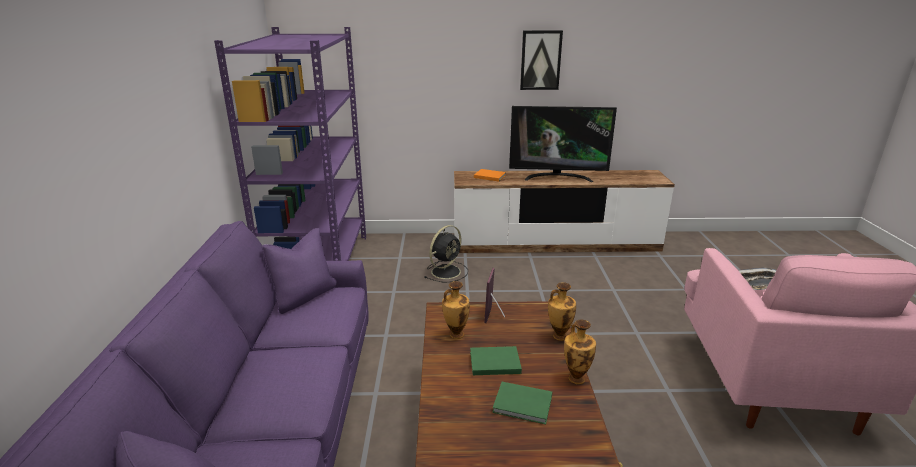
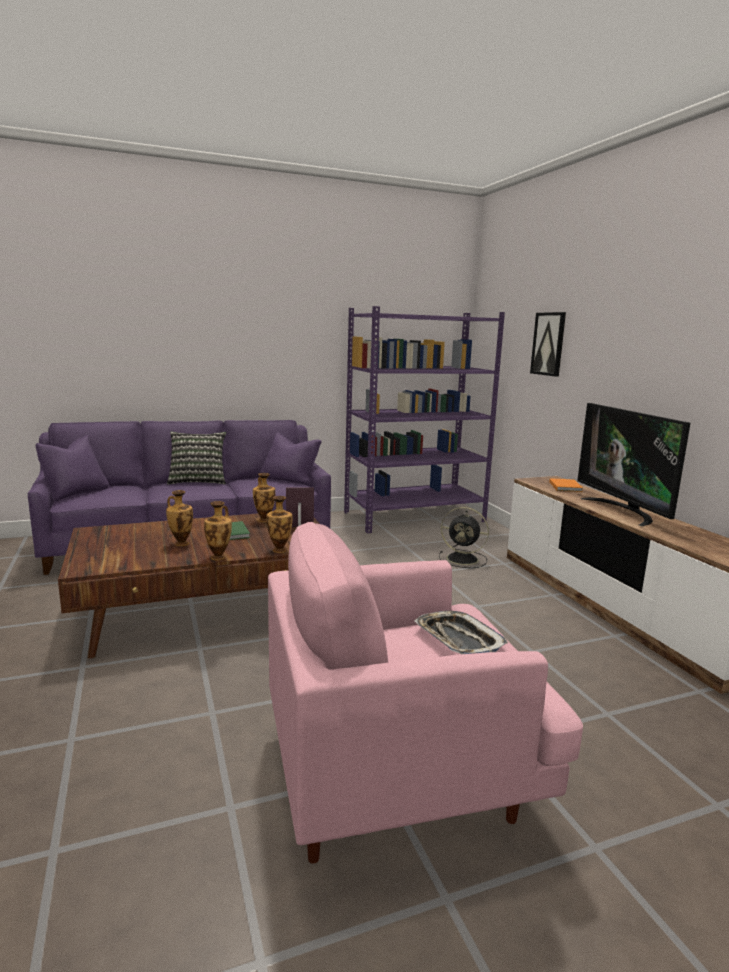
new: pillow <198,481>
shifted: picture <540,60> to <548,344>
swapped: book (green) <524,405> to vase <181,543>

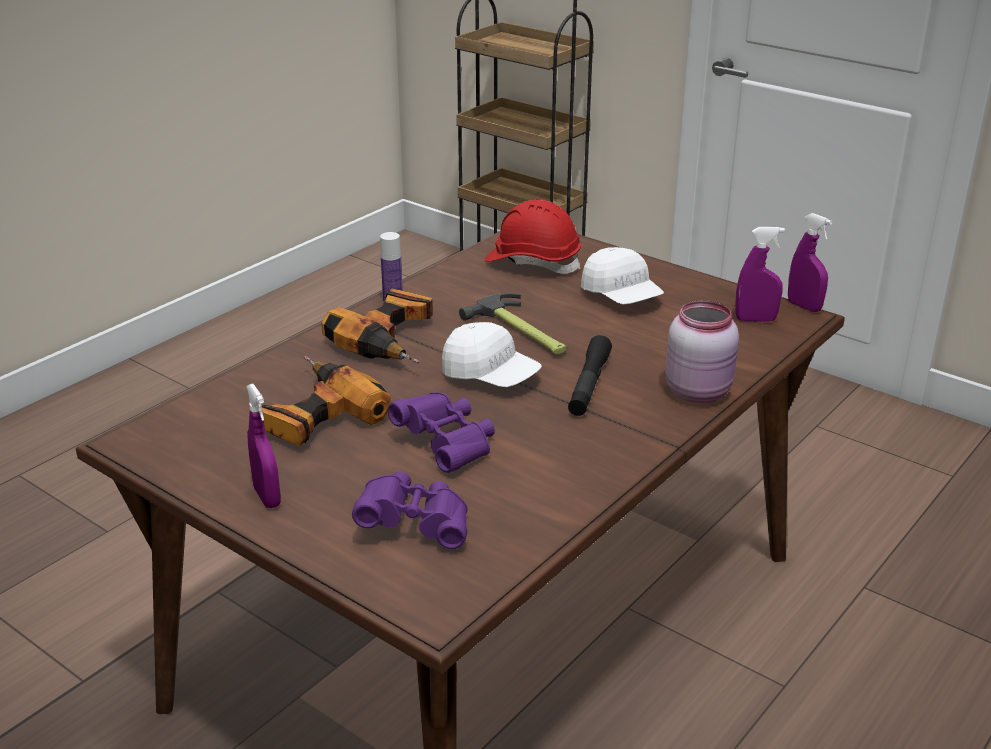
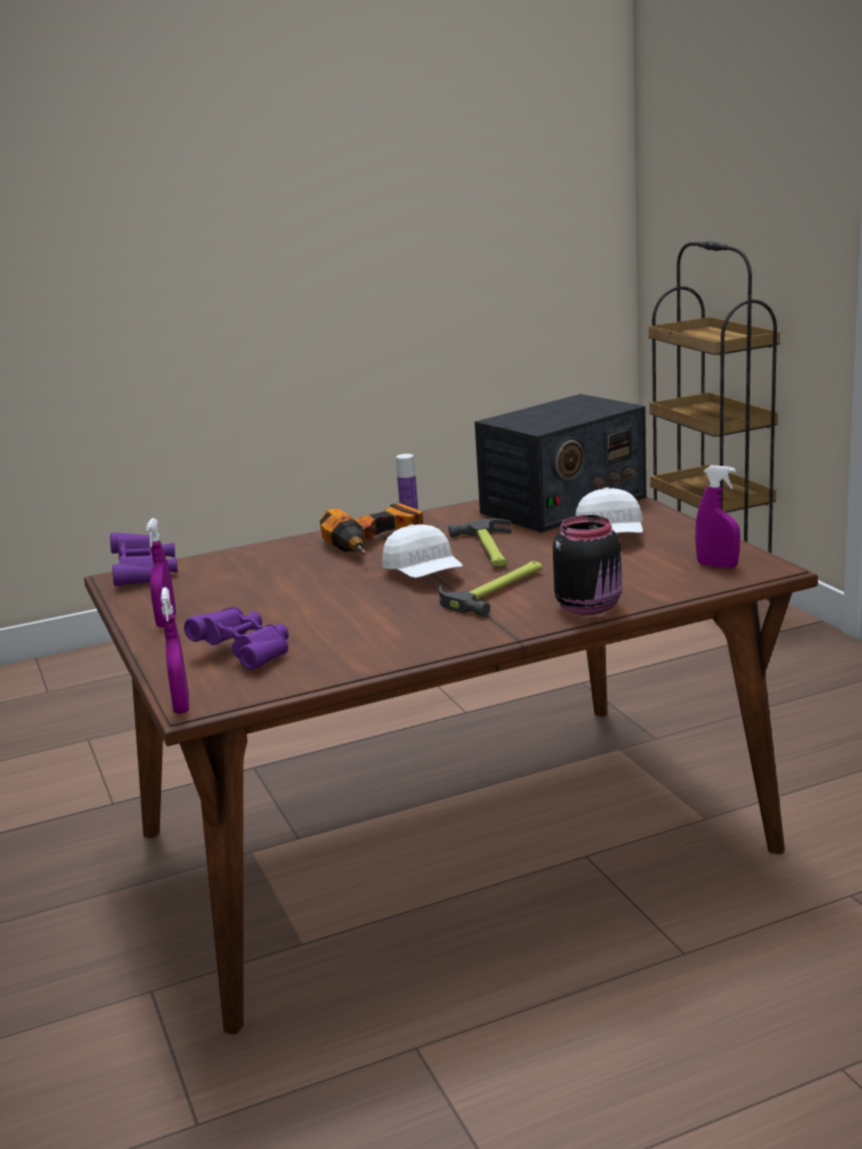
gone: power drill <315,416>
shifted: binoculars (purple) <447,445> to <144,574>; spray bottle (purple) <804,306> to <181,705>
swapped: flashlight (black) <589,385> to hammer <497,590>; hard hat (red) <533,262> to radio <562,505>
repainted: jar (pink) <699,391> to jar (black) <590,607>

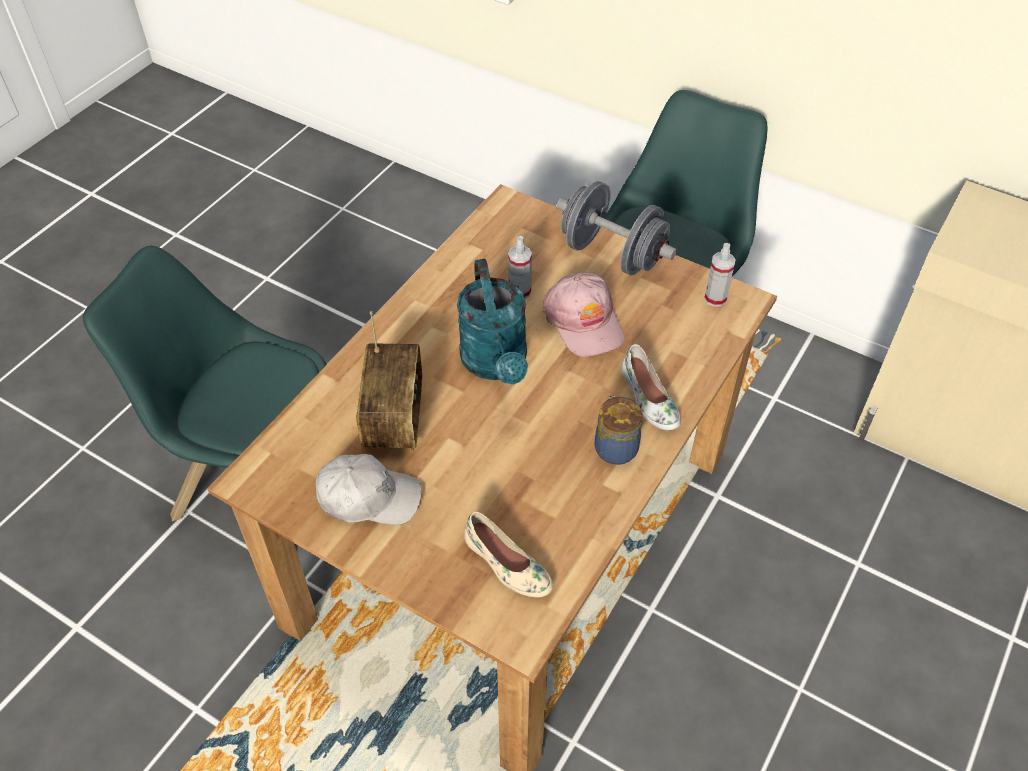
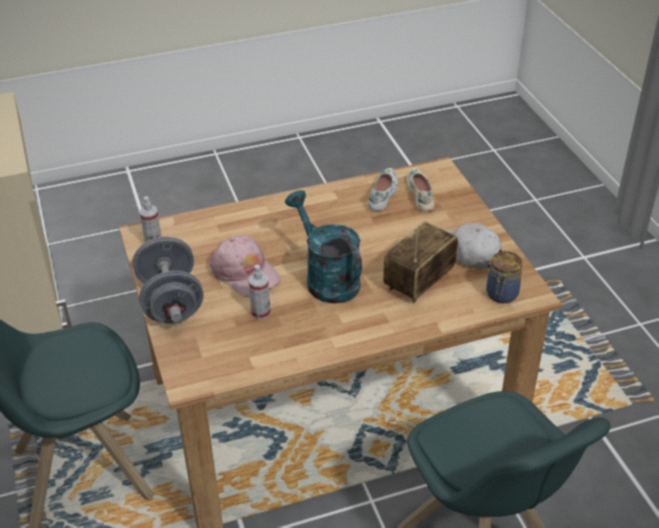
shifted: shoe (white) <648,398> to <383,194>; jar <615,447> to <501,295>
rotated: cap (pink) <584,321> = <245,273> 120 degrees clockwise; watering can (turquoise) <497,364> = <326,278> 60 degrees counterclockwise

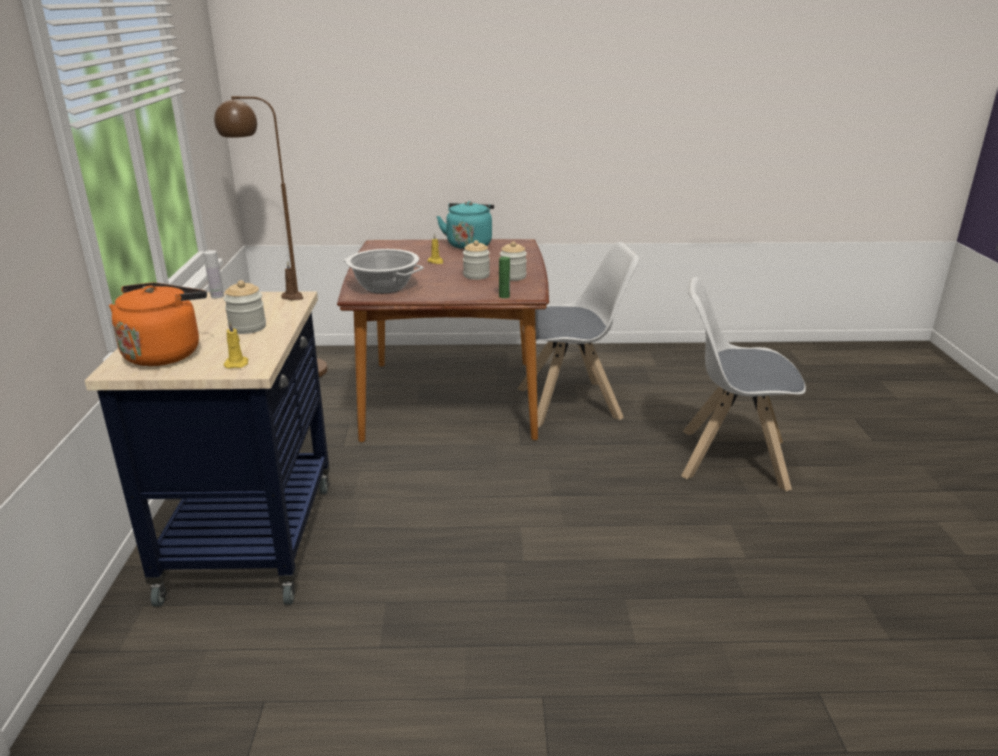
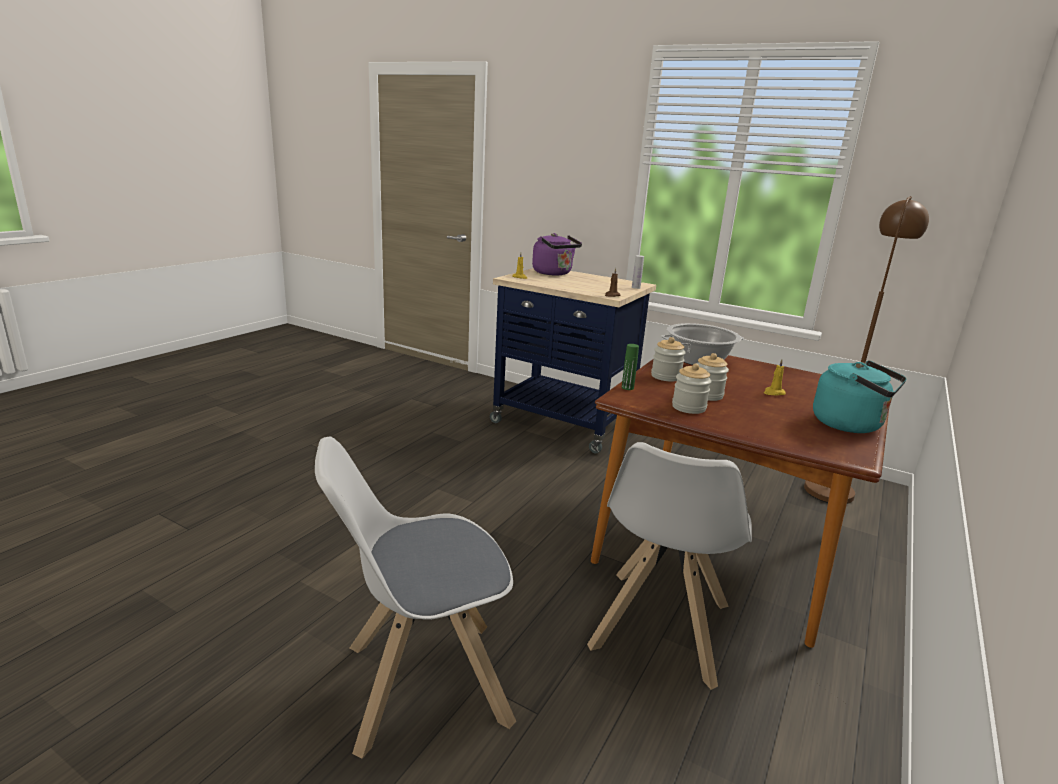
shifted: jar <247,327> to <666,376>
repainted: kettle (orange) <165,353> to kettle (purple) <554,273>
rotated: chair <728,458> = <421,684> 150 degrees counterclockwise

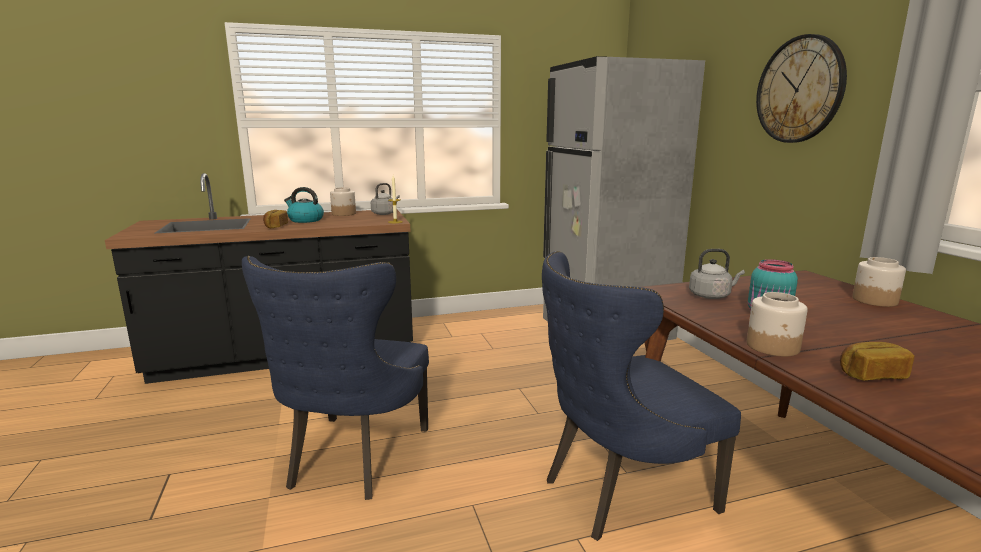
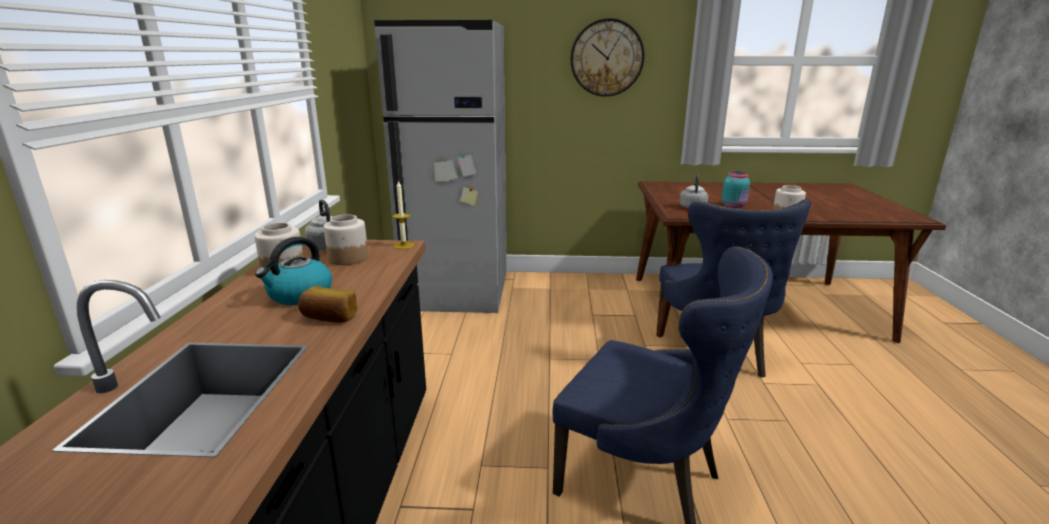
gone: bread <871,375>
shifted: jar <874,300> to <347,258>

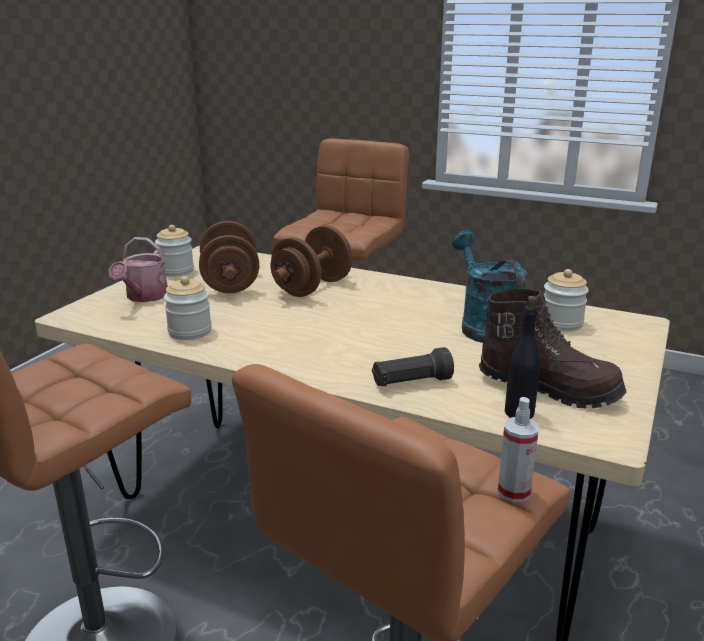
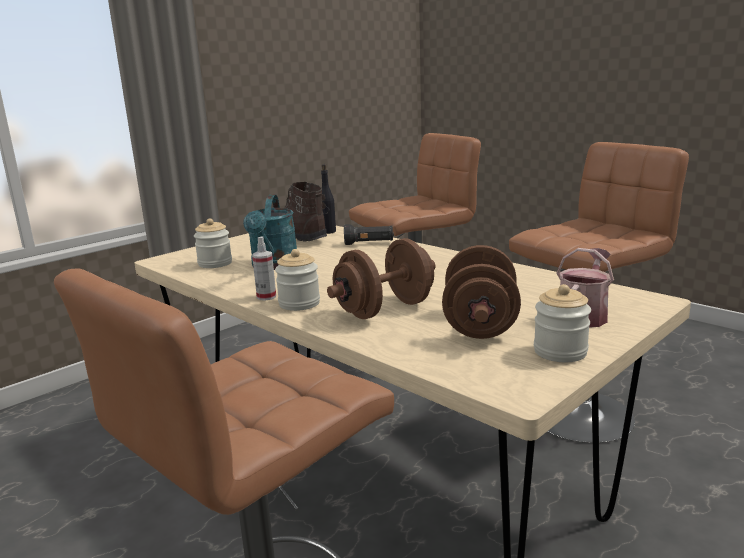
shifted: spray bottle <514,492> to <266,297>; jar <190,331> to <299,303>

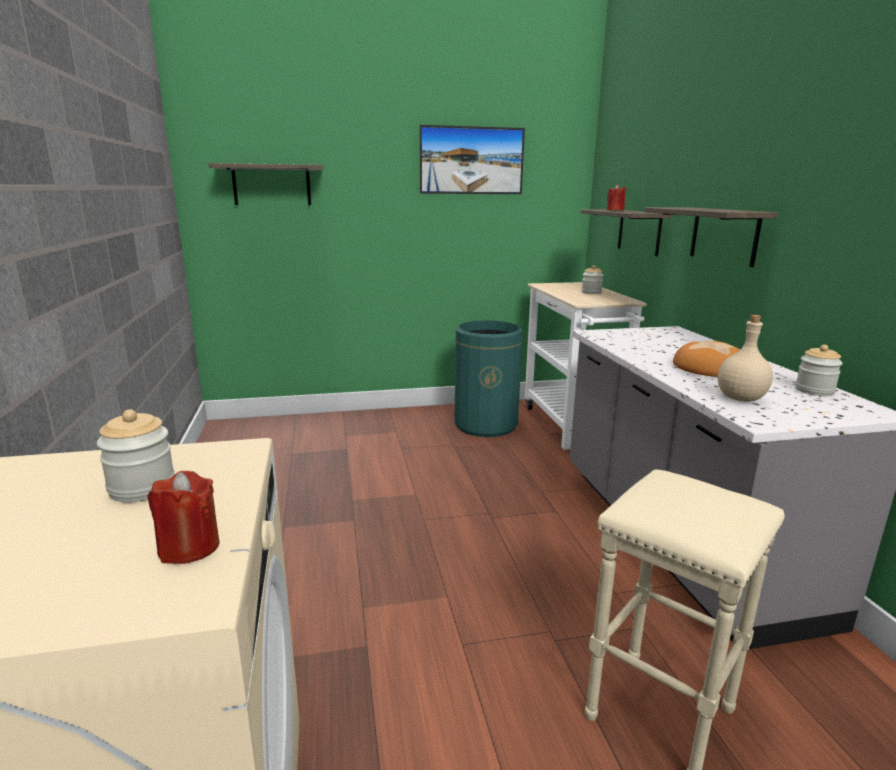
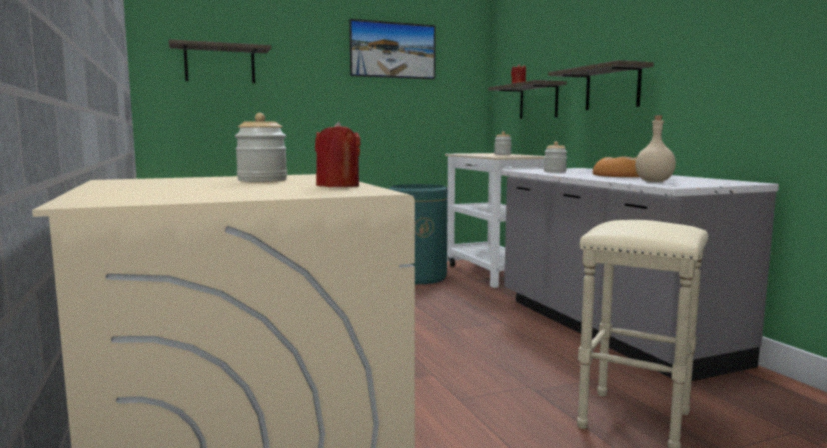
shifted: jar <814,391> to <554,172>

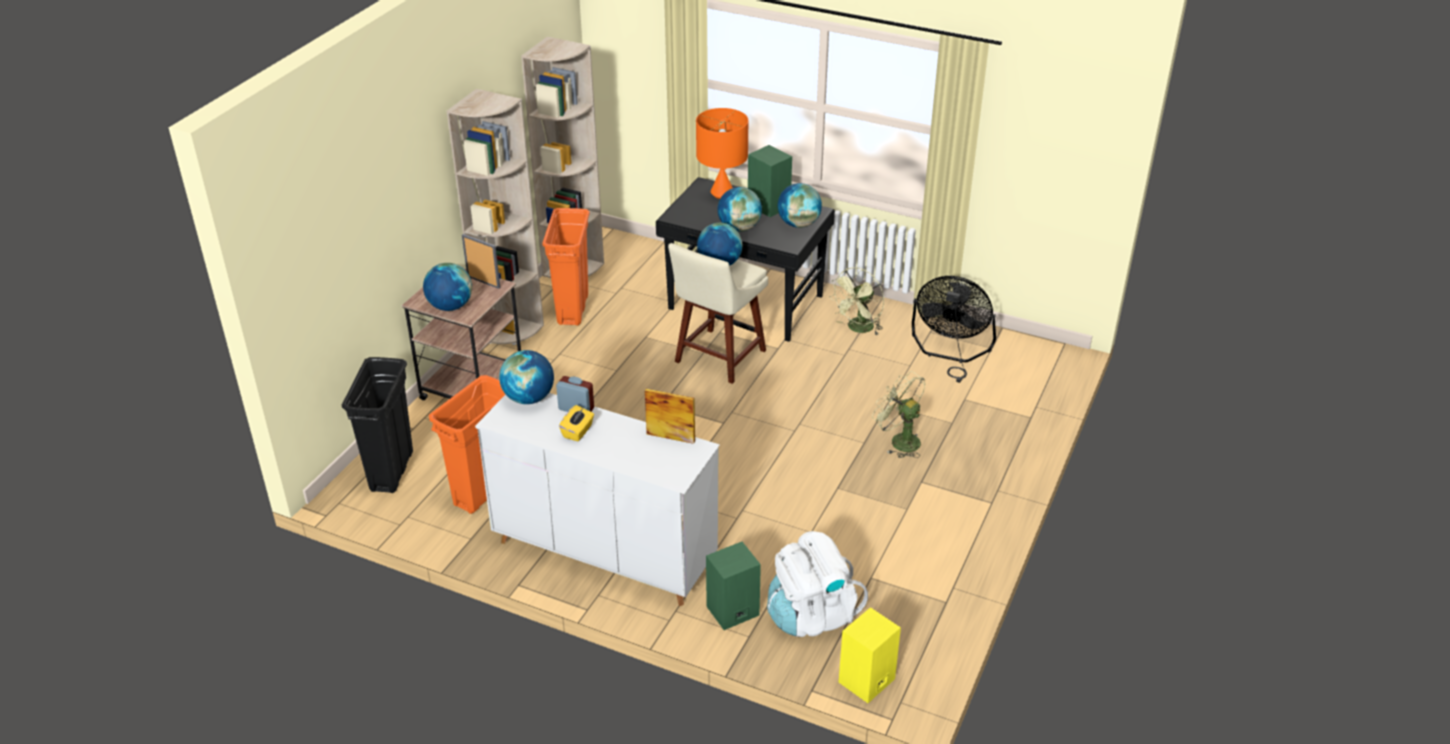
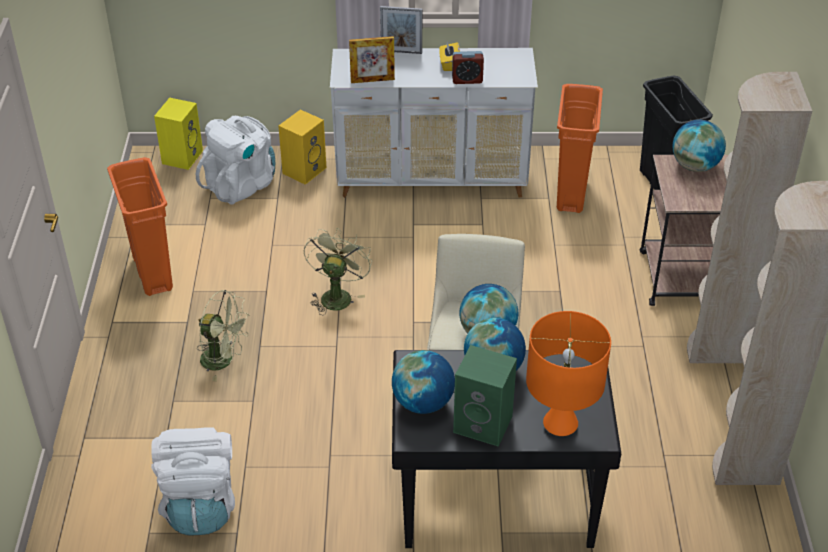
gone: globe <529,398>
shifted: trash can (orange) <573,310> to <152,273>; fan (green) <858,329> to <336,295>; picture frame <483,282> to <401,52>
swapped: fan (black) <950,353> to backpack (white) <200,505>
repainted: speaker (green) <732,612> to speaker (yellow) <304,170>

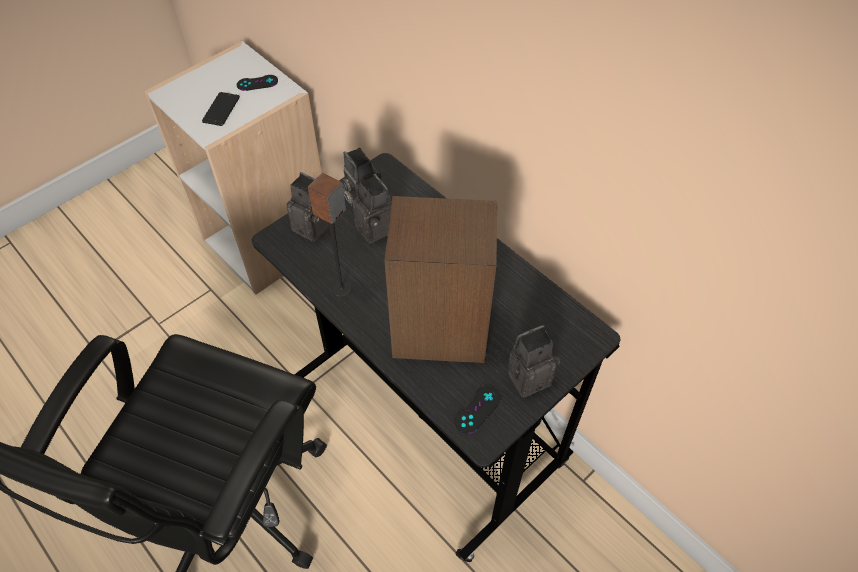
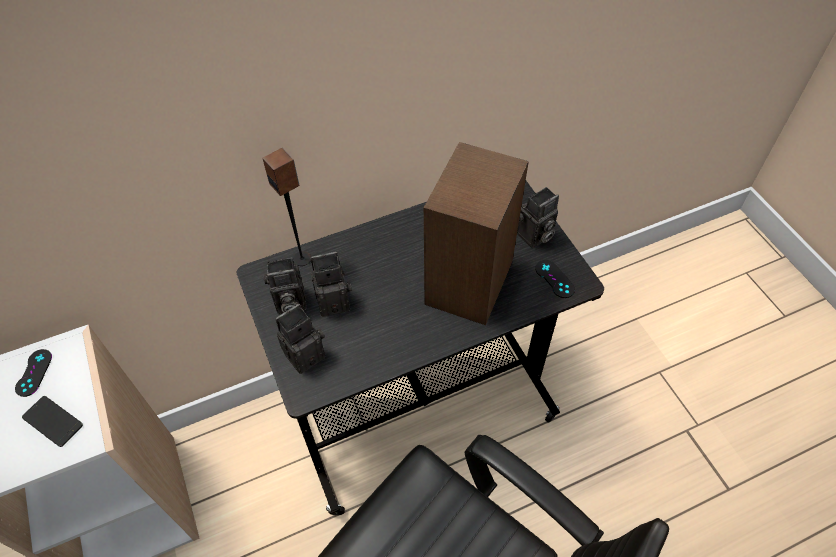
shifted: speaker <342,289> to <302,258>
rotated: photo camera <529,376> = <533,236> 120 degrees counterclockwise

